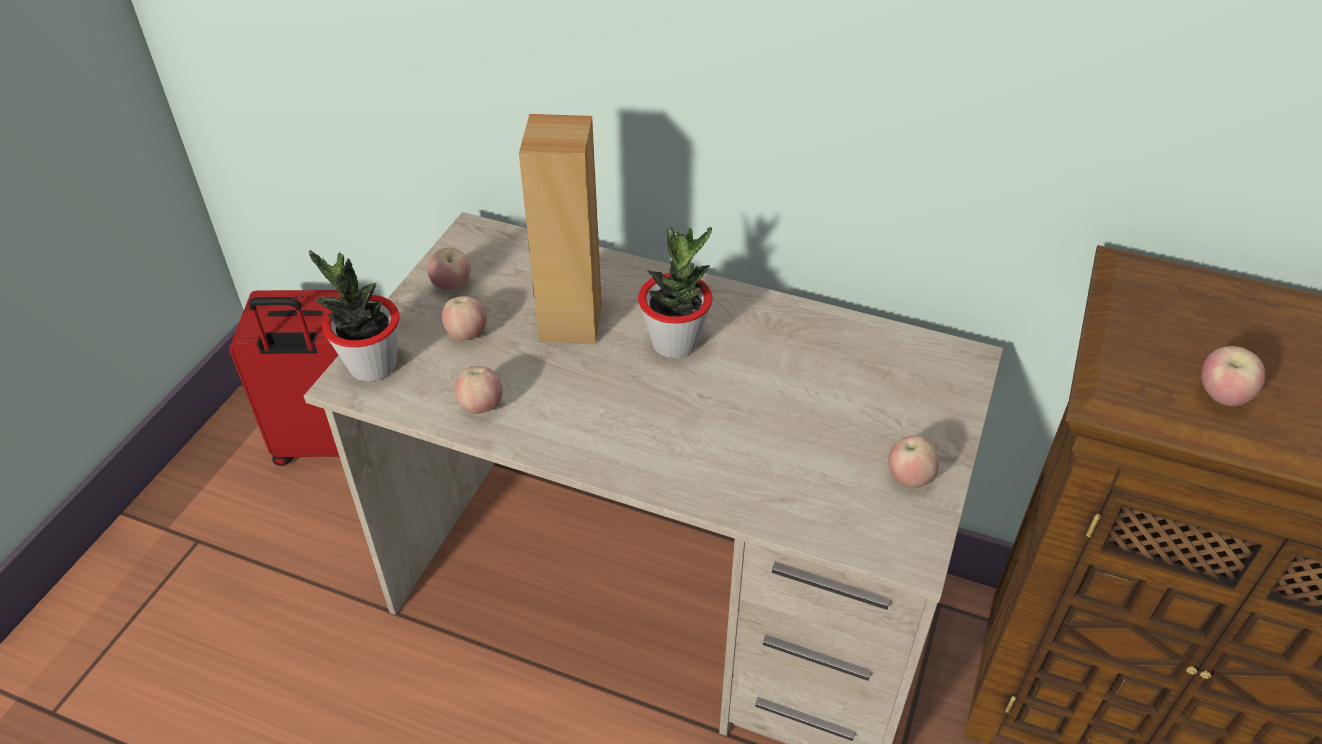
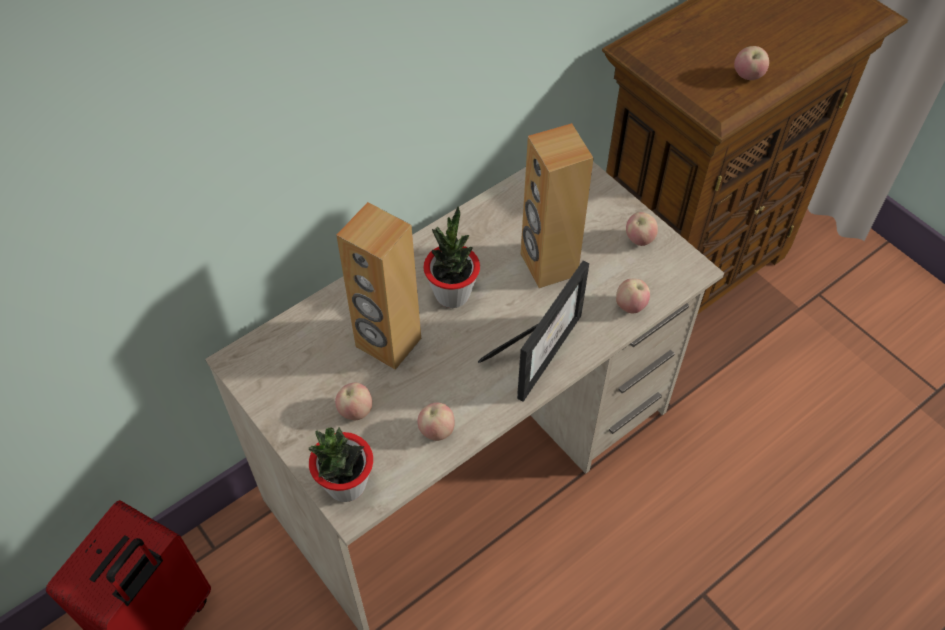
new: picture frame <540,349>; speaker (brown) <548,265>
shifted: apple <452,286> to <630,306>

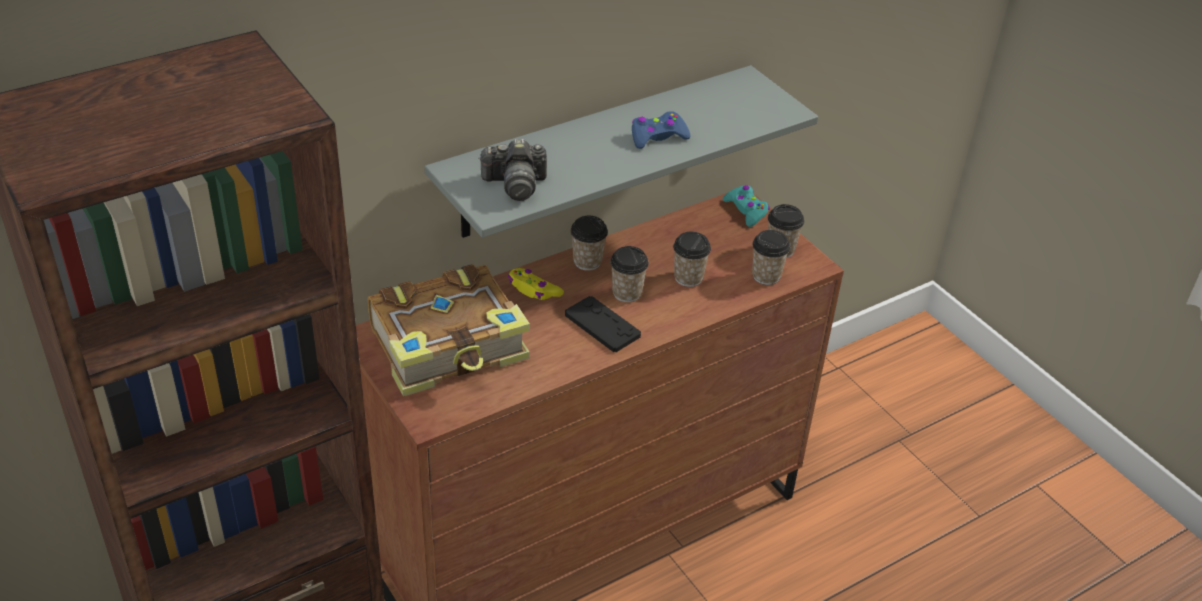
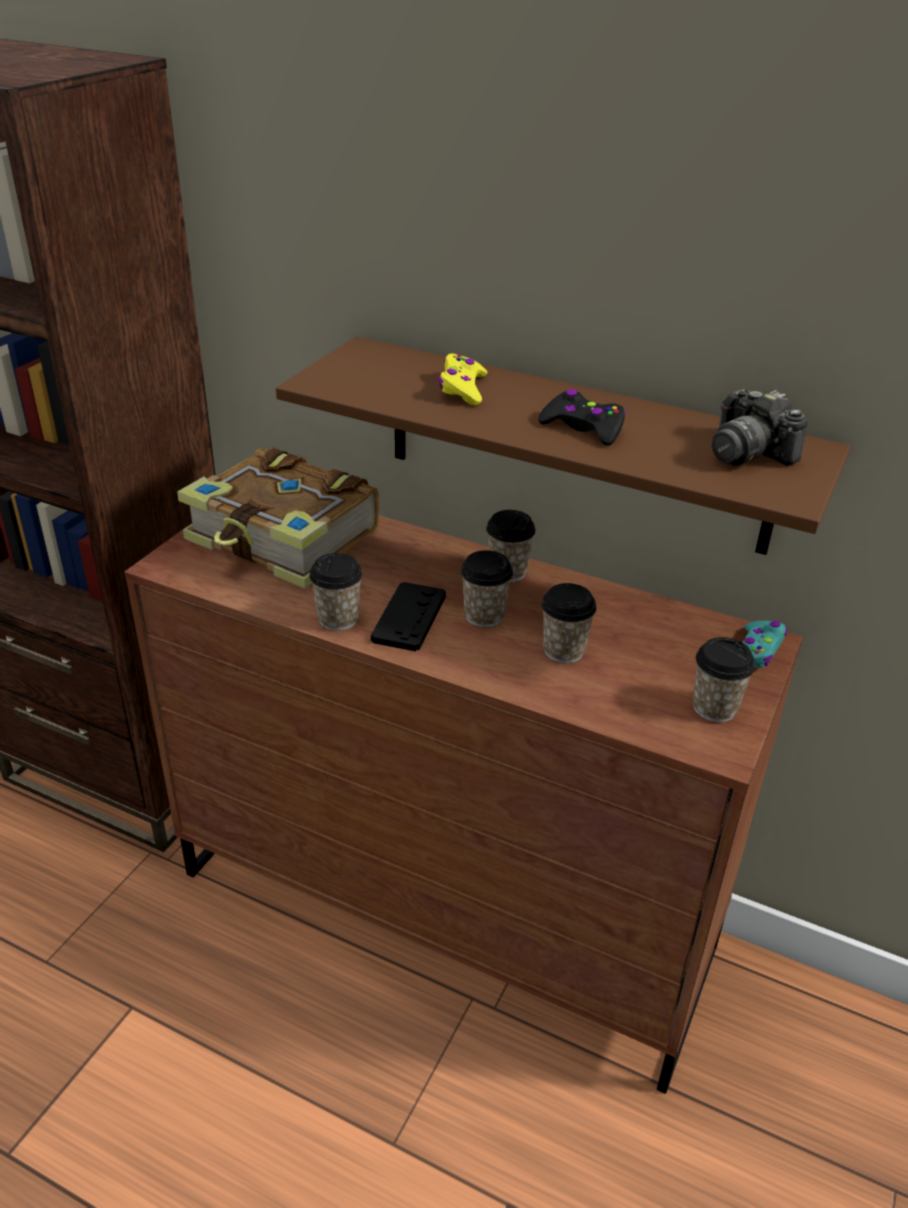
shifted: cup <766,276> to <338,619>; game controller (yellow) <533,290> to <462,389>; photo camera <515,184> to <748,452>
repainted: shelf (grey) <595,152> to shelf (brown) <575,445>; game controller (blue) <657,137> to game controller (black) <583,428>

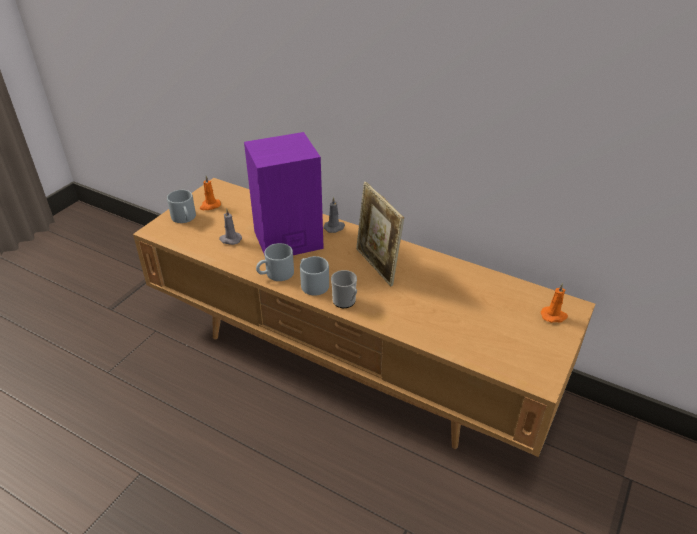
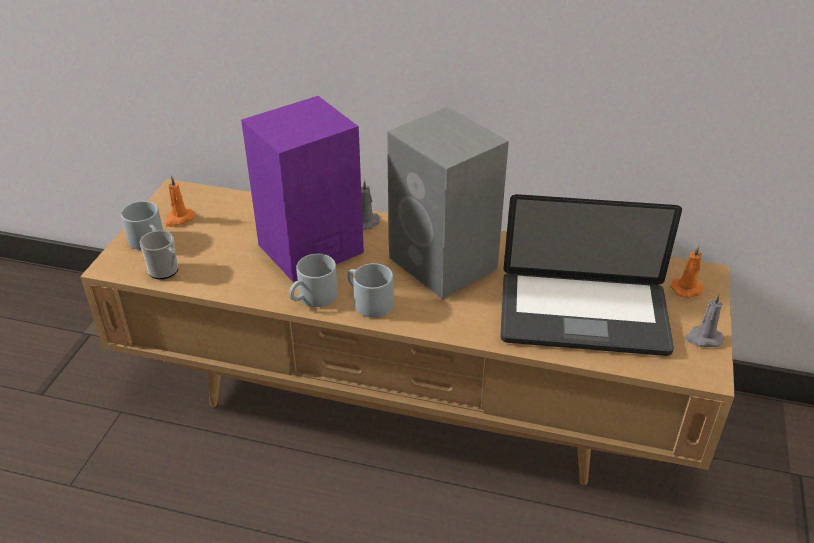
new: laptop <583,315>
shifted: mug <345,302> to <166,271>; candle (grey) <230,239> to <703,338>
swapped: picture frame <377,266> to speaker (grey) <444,264>

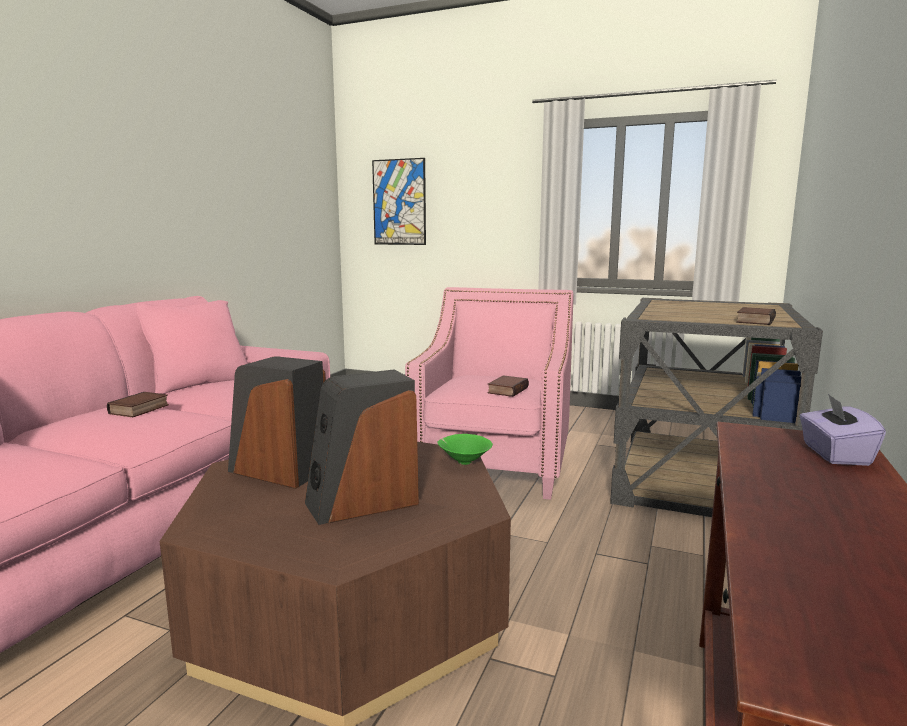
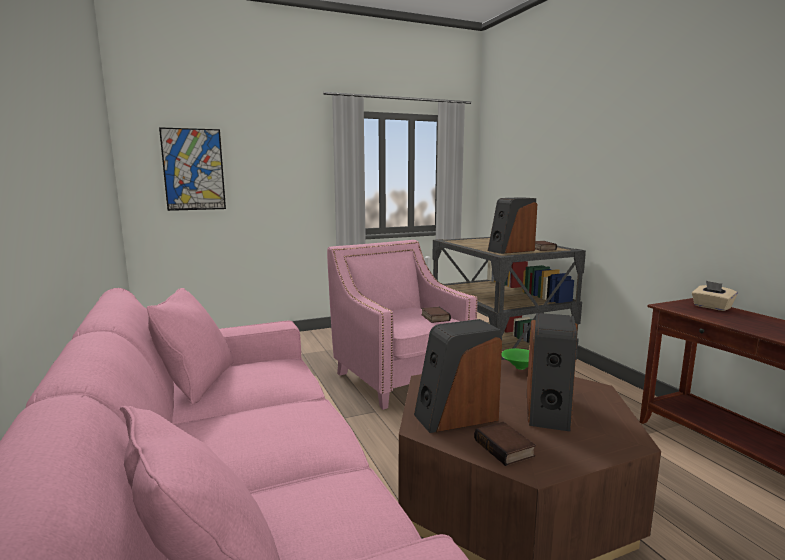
new: speaker <510,250>
shifted: book <139,410> to <505,448>
repainted: tissue box (purple) <834,454> to tissue box (beige) <711,307>

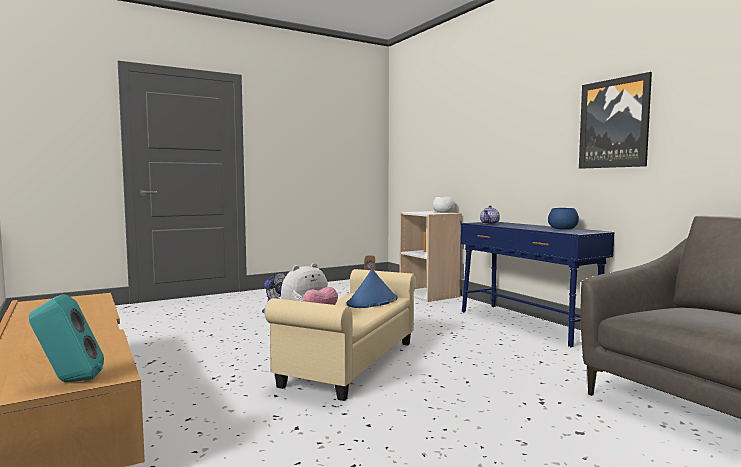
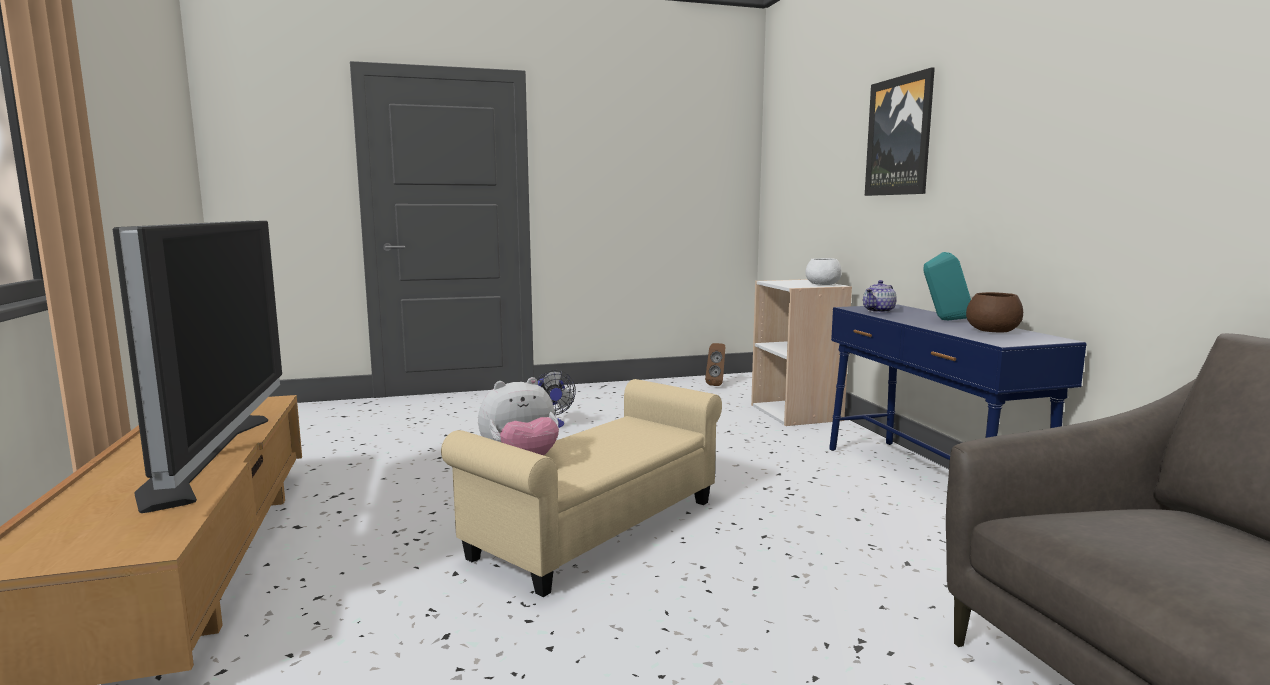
gone: hat (blue) <372,302>
new: television <212,456>
shifted: picture <614,123> to <899,136>; speaker (turquoise) <68,381> to <944,320>
repainted: bowl (blue) <563,229> to bowl (brown) <993,331>

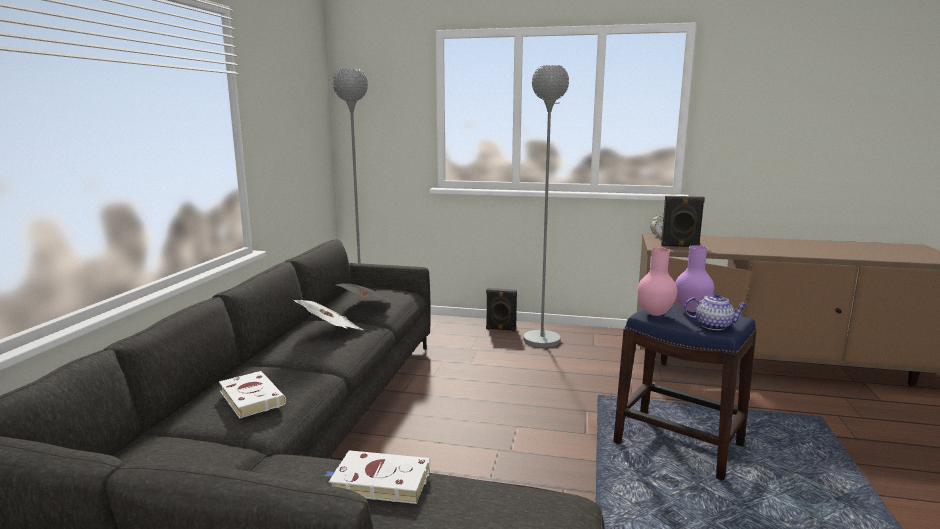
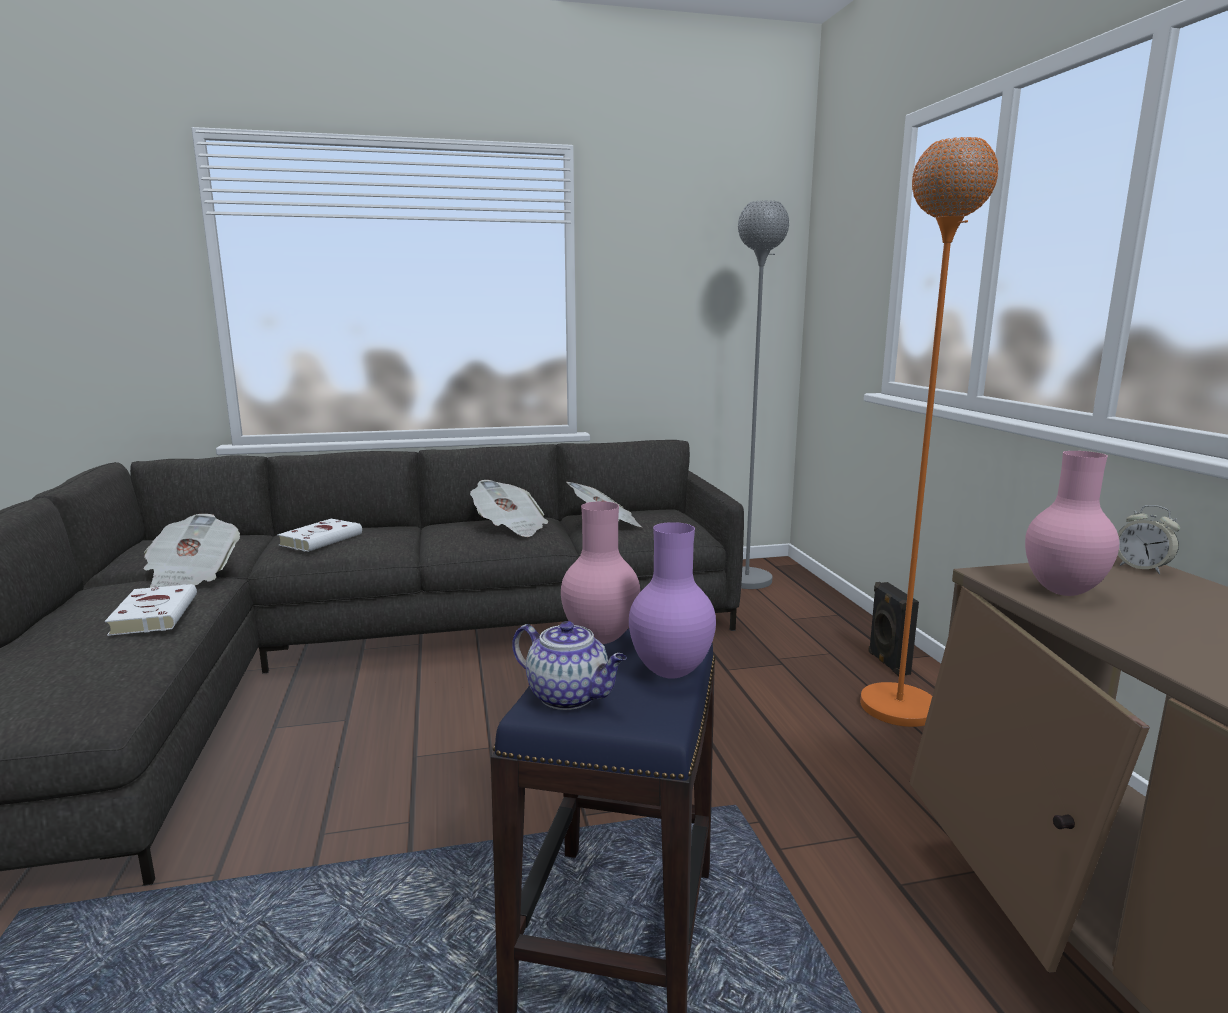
new: newspaper <192,576>
swapped: speaker (black) <680,246> to vase (pink) <1065,592>
repainted: floor lamp (grey) <542,340> to floor lamp (orange) <899,707>
rotated: teapot <714,326> = <570,696> 45 degrees counterclockwise

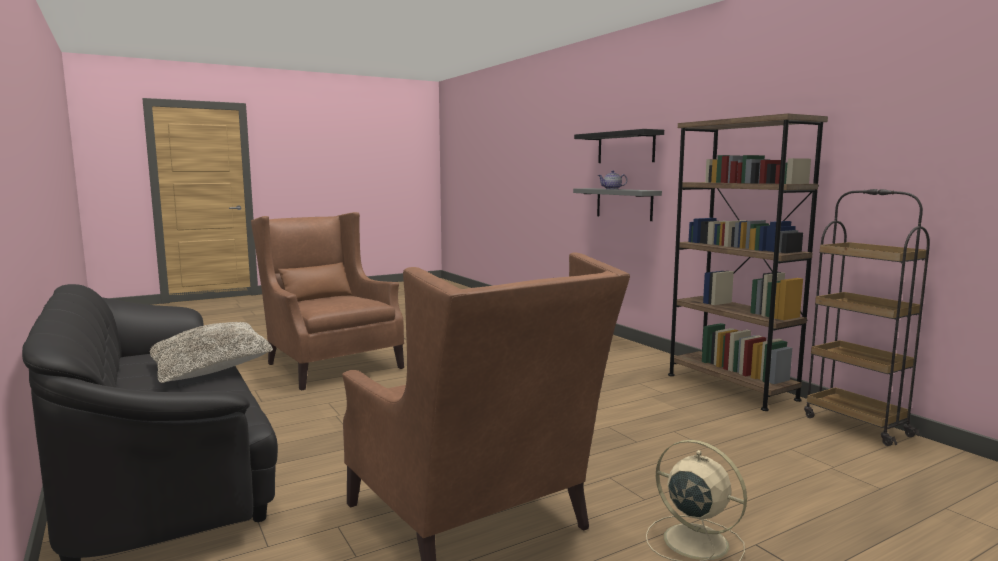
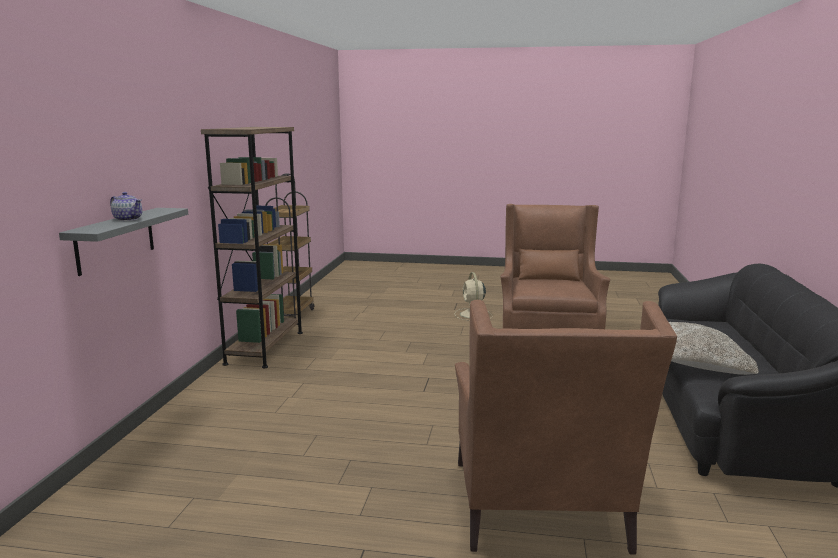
gone: shelf (black) <625,147>

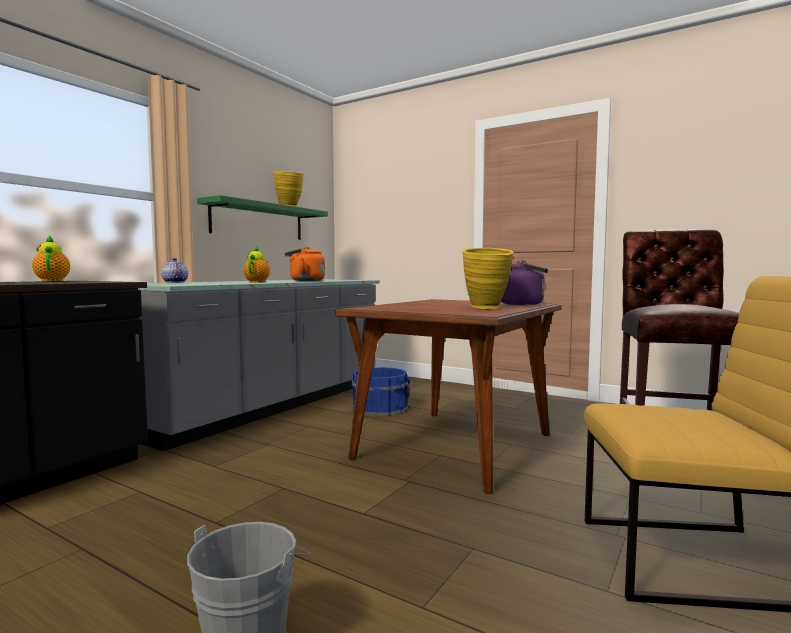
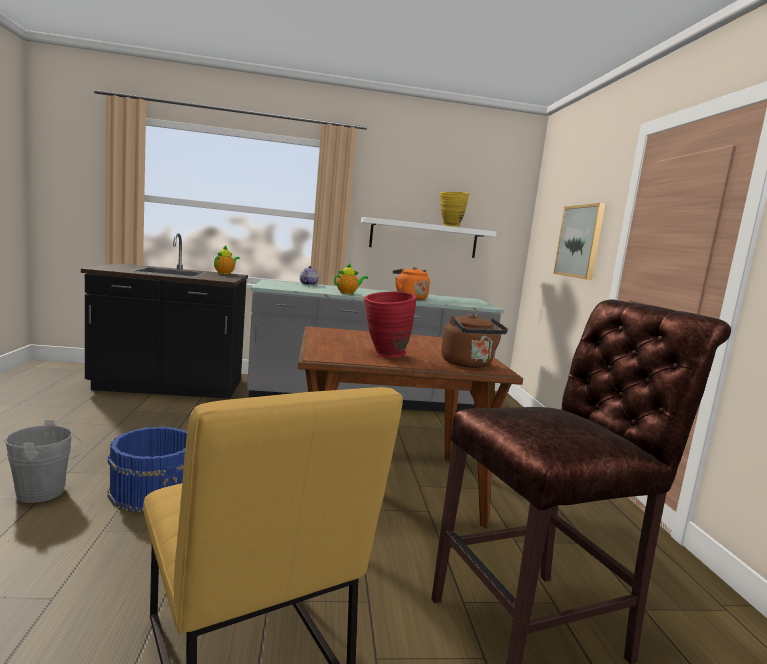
new: picture <579,241>
shifted: bucket (blue) <380,407> to <154,490>
repainted: shelf (green) <258,221> to shelf (white) <423,238>; vase (yellow) <487,308> to vase (red) <384,355>; kettle (purple) <524,304> to kettle (brown) <468,364>

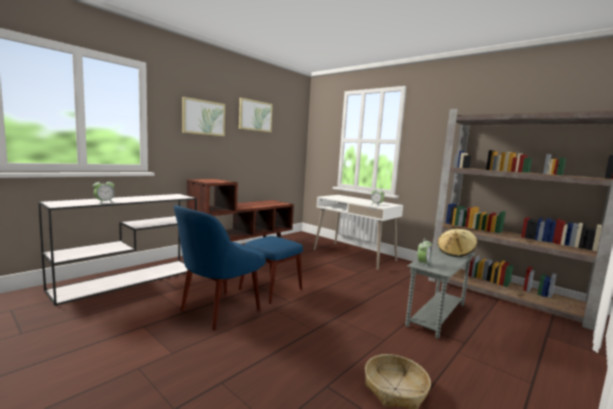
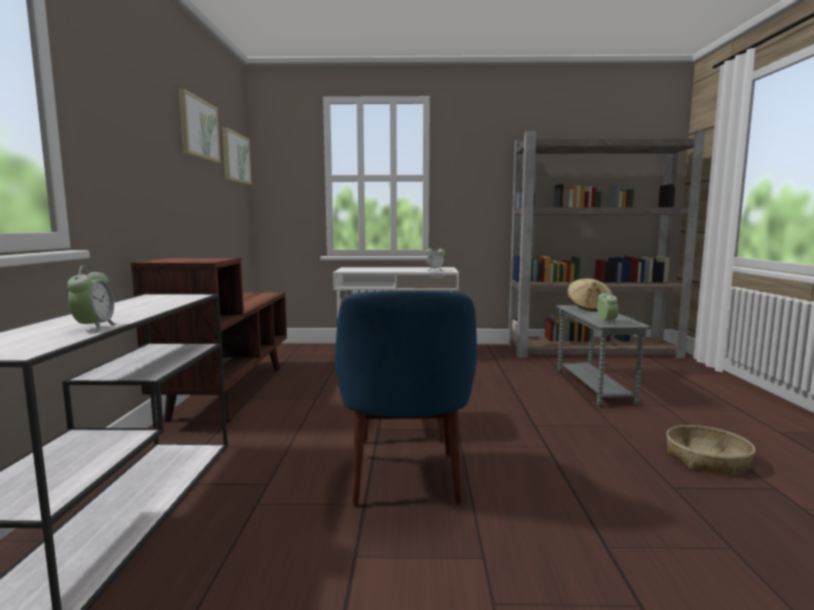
shifted: picture <203,117> to <236,157>

